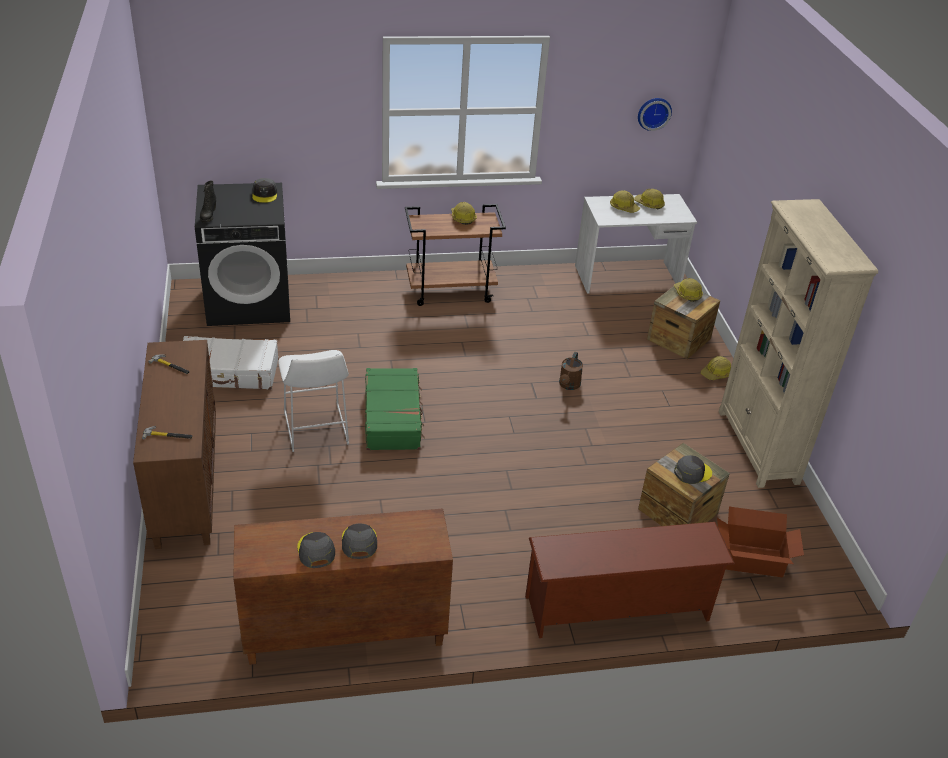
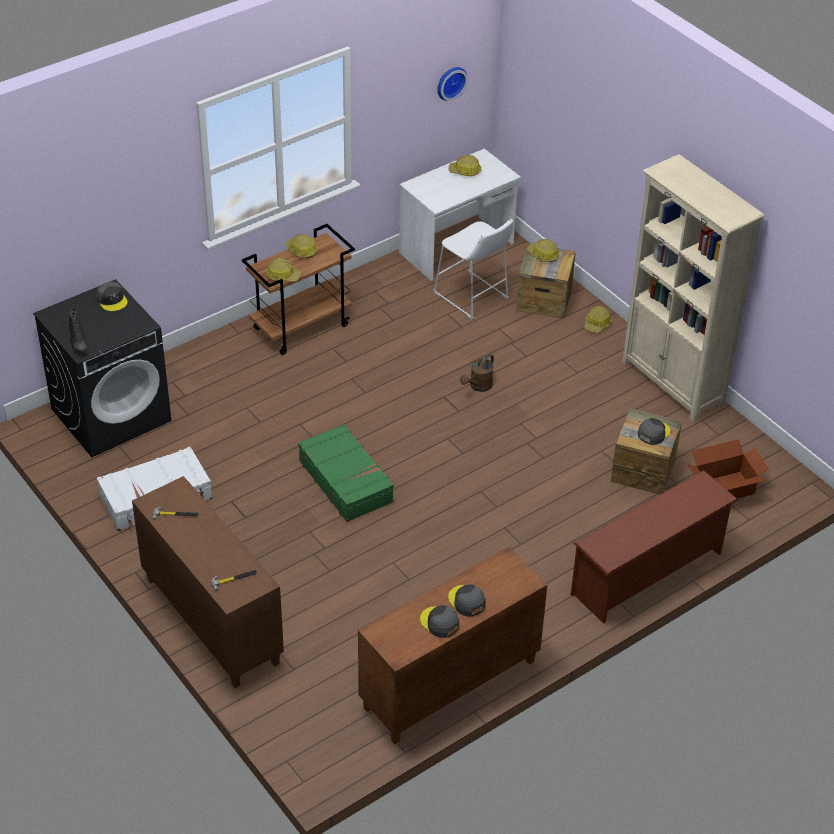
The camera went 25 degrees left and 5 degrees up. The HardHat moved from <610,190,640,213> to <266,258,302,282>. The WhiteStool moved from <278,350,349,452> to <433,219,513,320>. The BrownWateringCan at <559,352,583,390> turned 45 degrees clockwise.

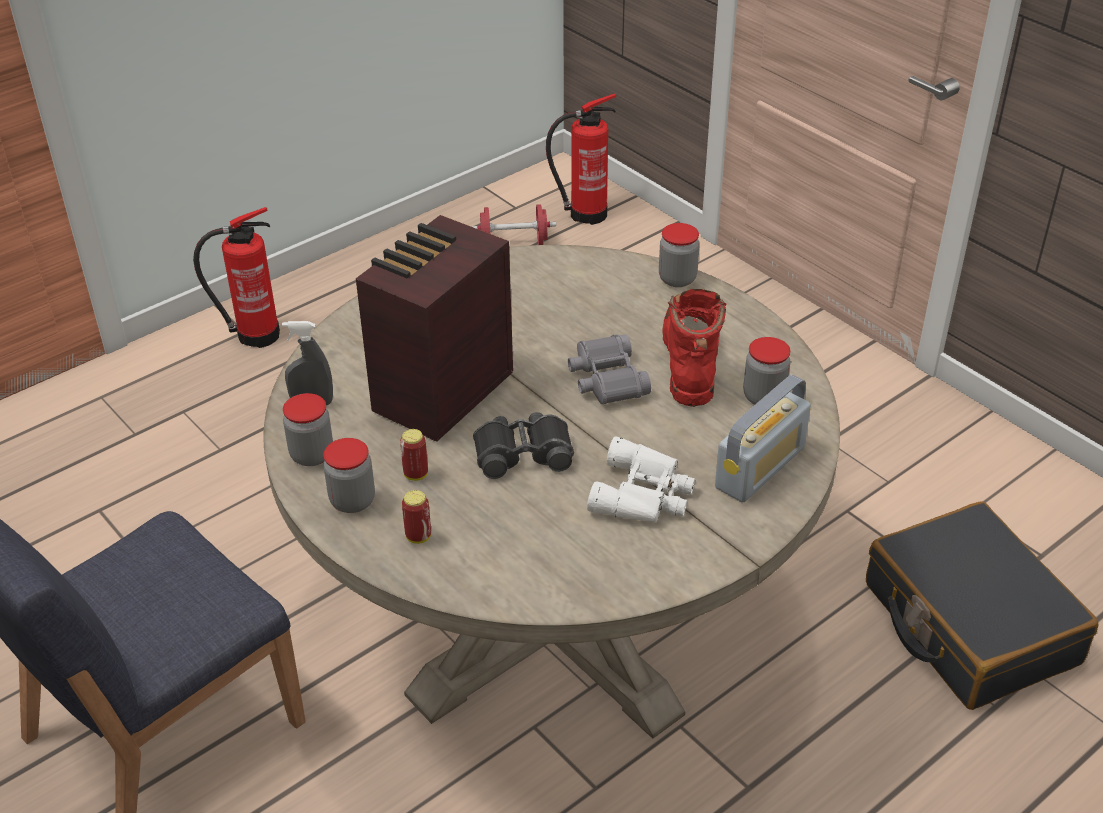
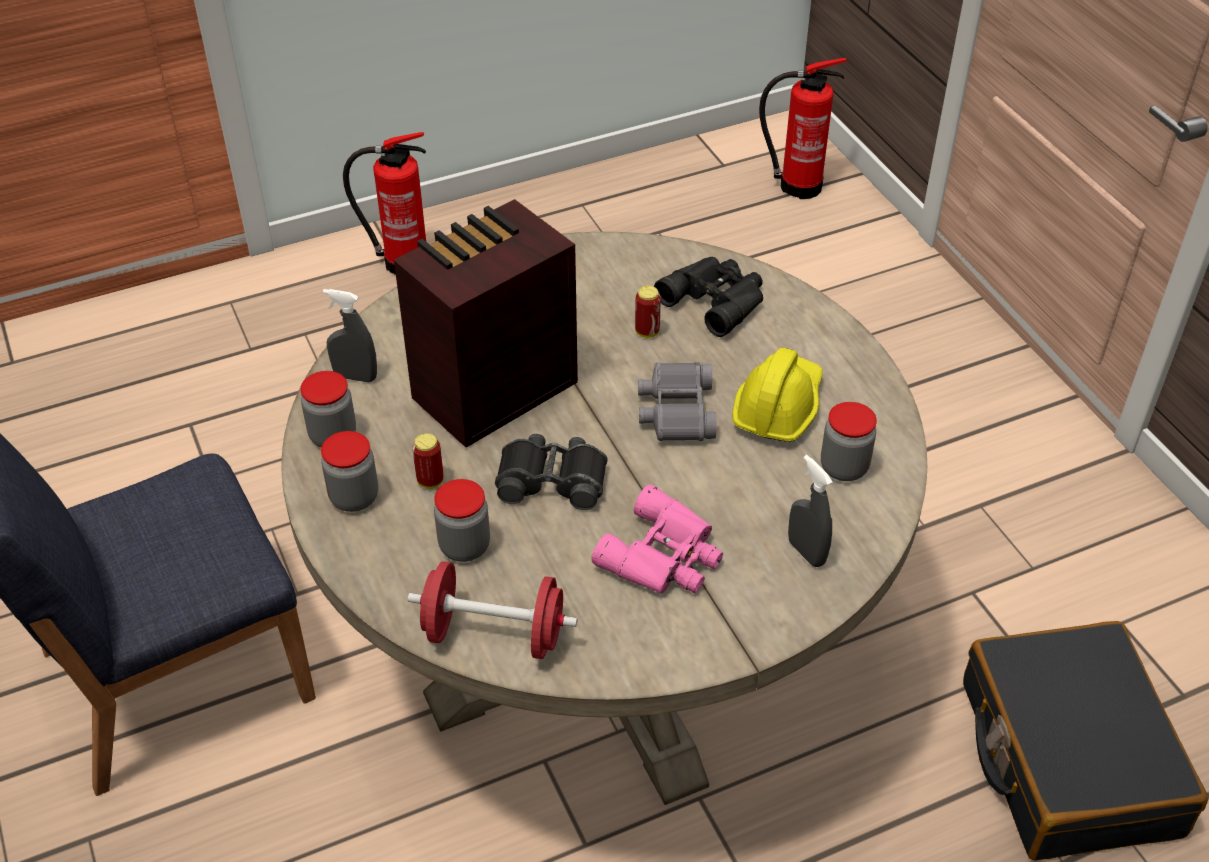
The camera went 15 degrees right and 5 degrees up. The RedDumbbell moved from <471,204,556,245> to <408,561,578,659>. The Jar moved from <659,223,700,287> to <434,479,490,562>. The RedBoot at <662,289,727,407> was replaced by the YellowHardHat at <732,348,823,442>. The Radio at <715,375,811,502> was replaced by the GreySprayBottle at <788,455,833,567>. The WhiteBinoculars at <587,436,695,522> became the PinkBinoculars at <591,484,723,594>. The Can moved from <402,490,431,544> to <635,286,661,338>. The BlackBinoculars at <654,256,763,337> appeared.

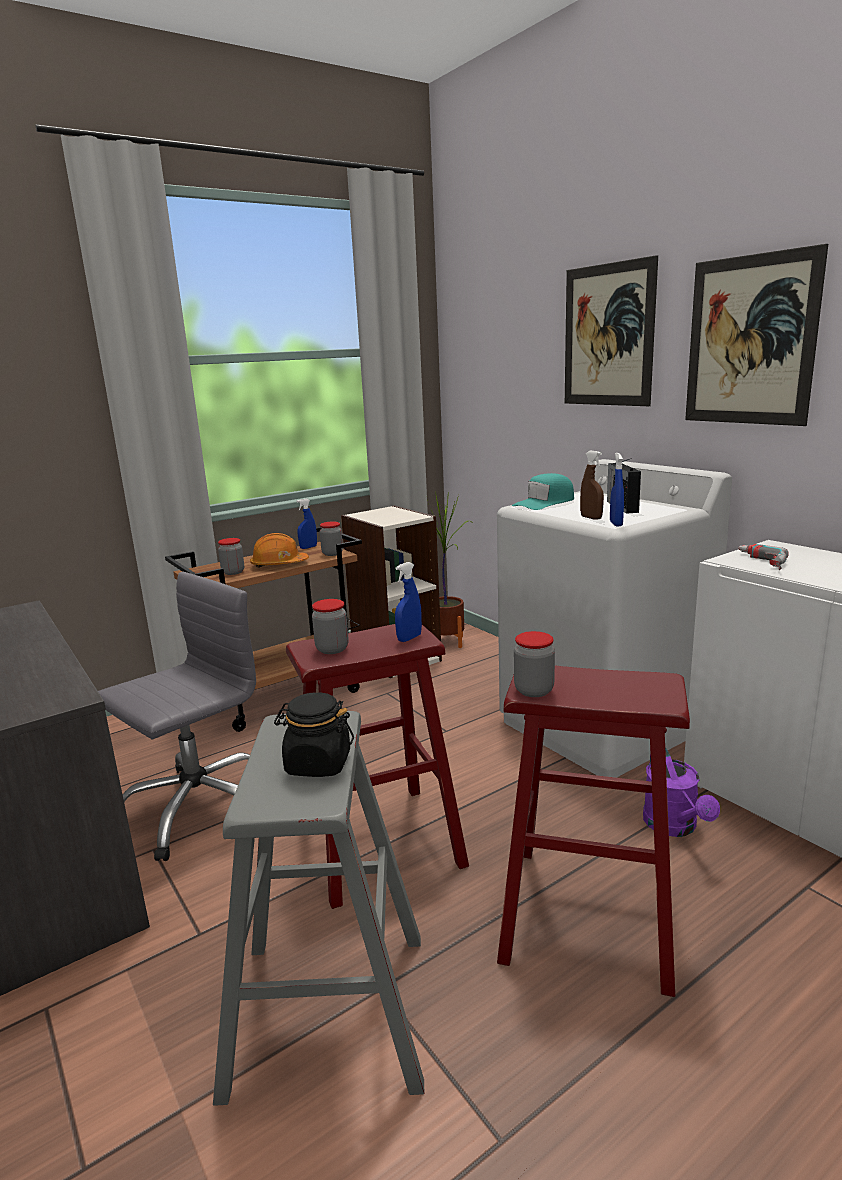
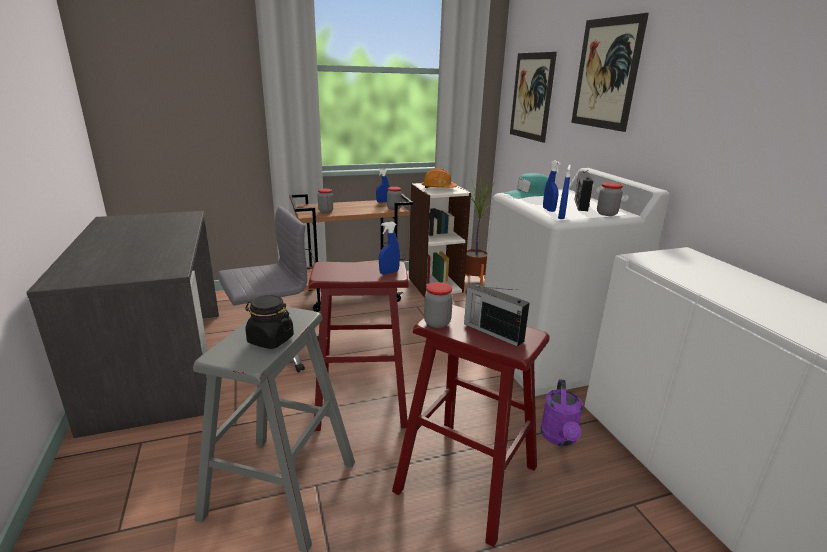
The camera went 15 degrees right and 5 degrees up. The Picture moved from <685,244,828,426> to <510,52,557,143>. The BrownSprayBottle at <580,451,604,520> became the BlueSprayBottle at <543,160,561,212>. The OrangeHardHat moved from <250,533,309,568> to <422,168,457,188>. The PowerDrill at <738,544,789,570> disappeared. The Jar moved from <312,599,349,654> to <597,182,623,216>. The Radio at <464,283,530,347> appeared.

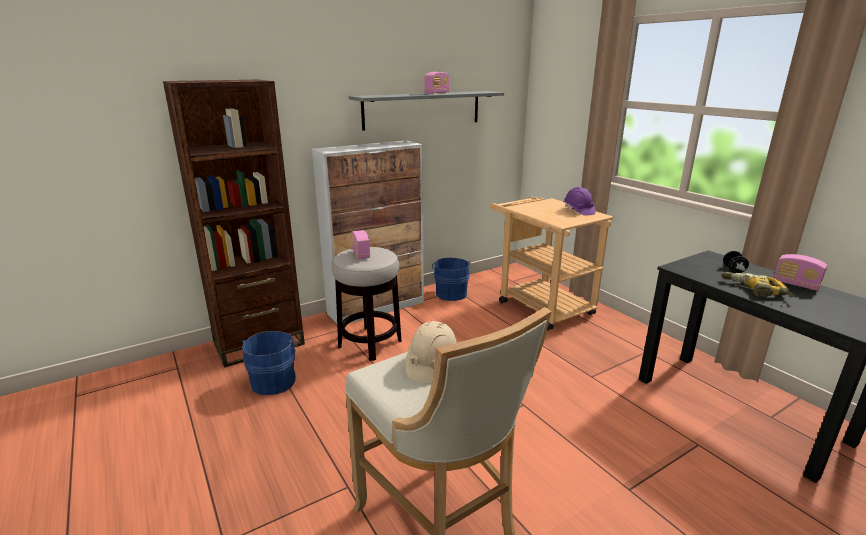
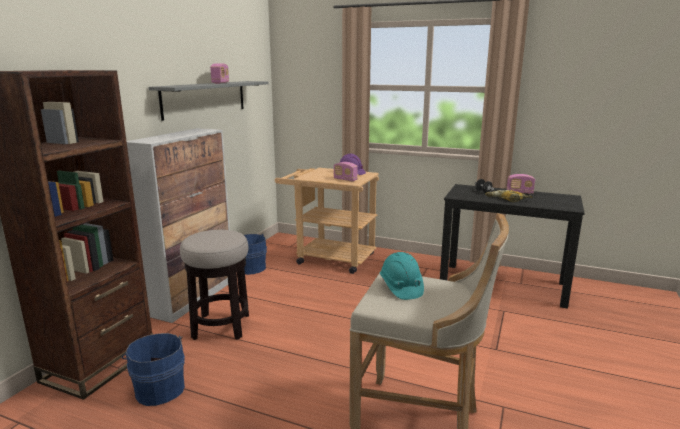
The camera went 35 degrees left and 5 degrees down. The Radio moved from <351,230,370,259> to <334,162,358,182>. The BeigeHardHat at <406,321,457,384> became the TurquoiseHardHat at <380,252,424,300>.

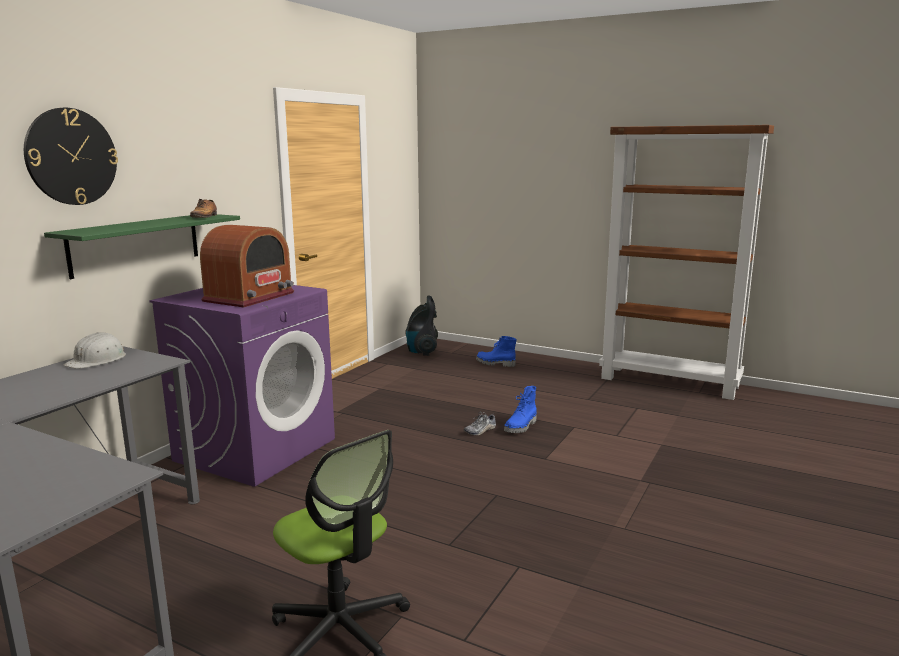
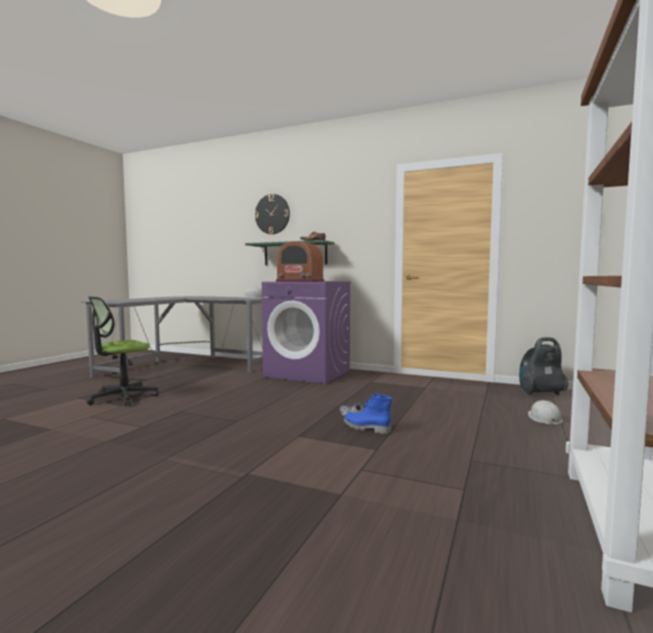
The camera went 85 degrees right and 10 degrees down. The BlueBoot at <476,336,517,367> was replaced by the WhiteHardHat at <528,400,563,426>.

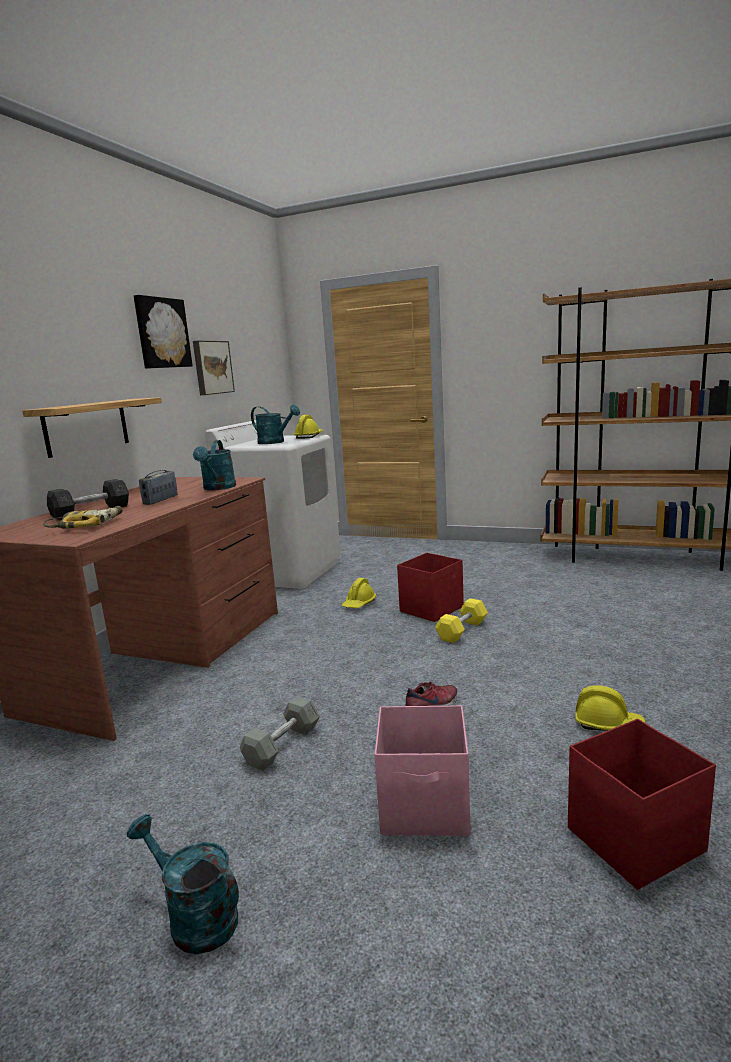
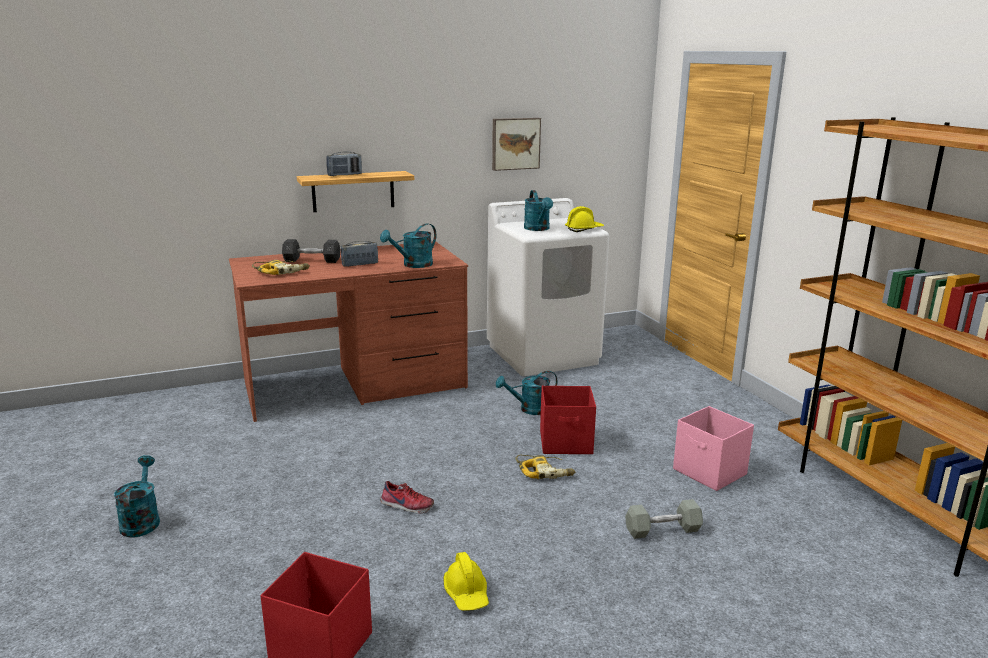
The camera went 45 degrees right and 5 degrees up. The Picture at <134,295,193,369> disappeared. The YellowHardHat at <342,578,376,608> was replaced by the TurquoiseWateringCan at <496,371,558,415>. The YellowDumbbell at <435,598,488,643> was replaced by the PowerDrill at <515,455,575,479>. The GreyDumbbell moved from <239,696,320,771> to <625,499,703,539>. The PinkStorageBox moved from <374,705,471,836> to <673,406,754,491>. The Radio at <327,152,362,176> appeared.

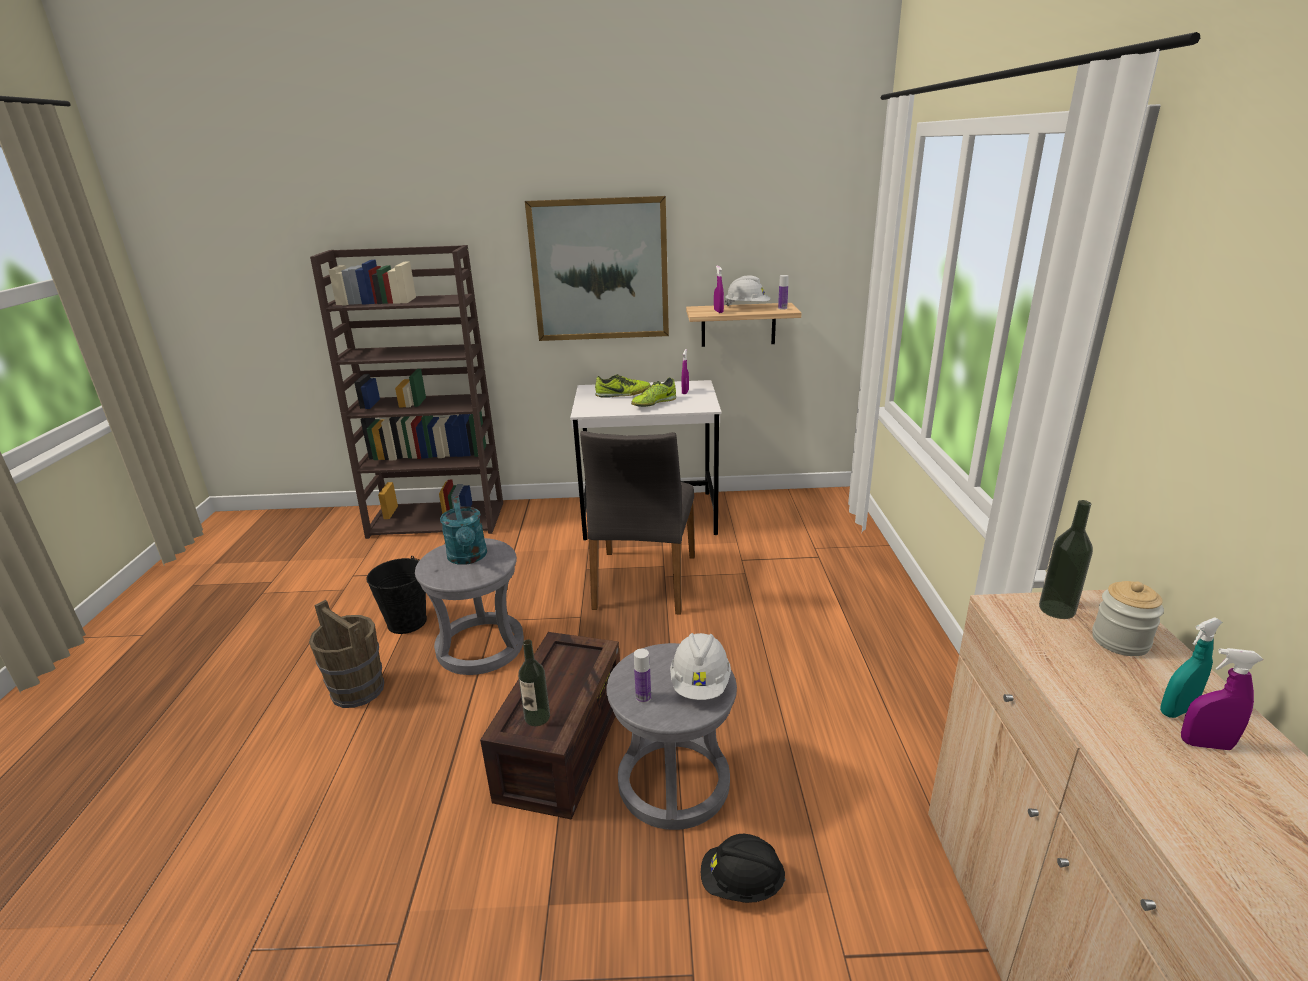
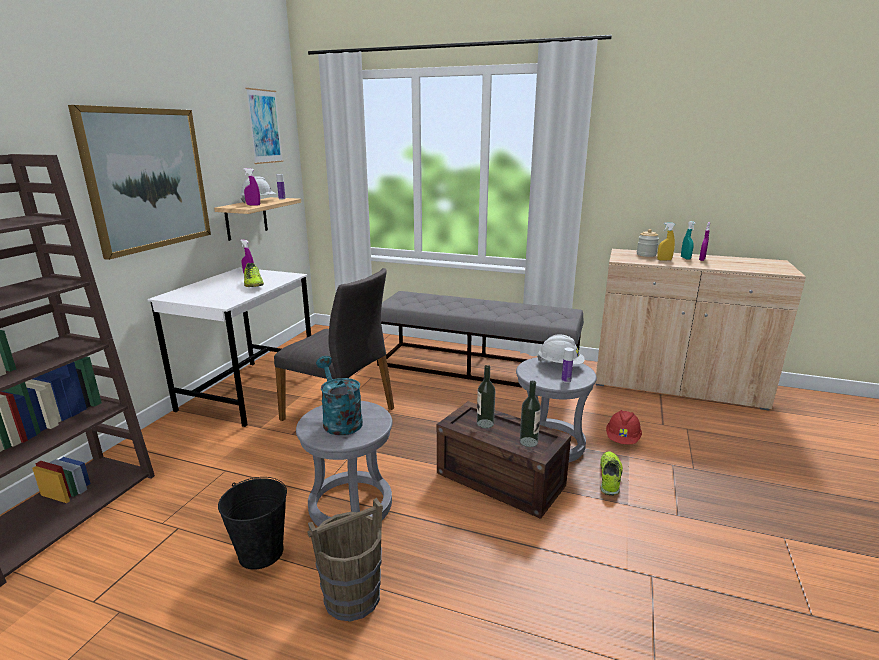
The camera went 70 degrees left and 5 degrees down. The Shoe moved from <595,374,651,398> to <600,451,623,496>. The TurquoiseWateringCan at <440,496,487,565> turned 120 degrees counterclockwise. The Bottle moved from <1039,500,1093,619> to <477,365,495,428>. The BlackHardHat at <701,834,786,903> became the RedHardHat at <606,410,642,445>. The Picture at <246,88,283,164> appeared. The YellowSprayBottle at <657,222,675,261> appeared. The GreyBench at <377,291,584,388> appeared.

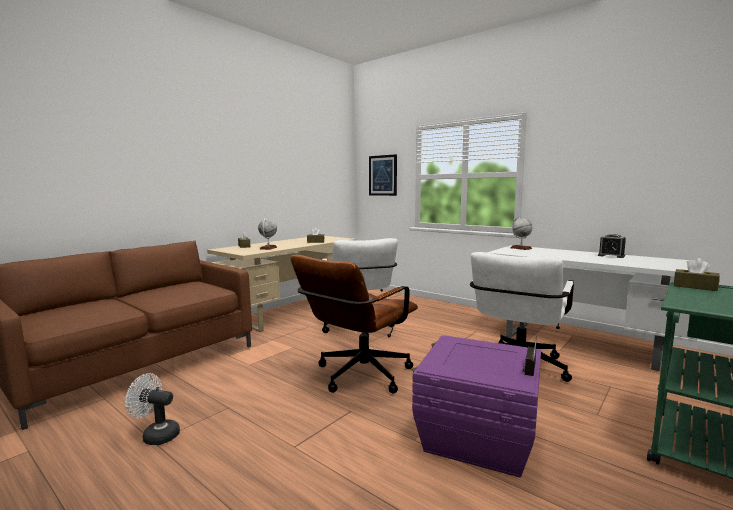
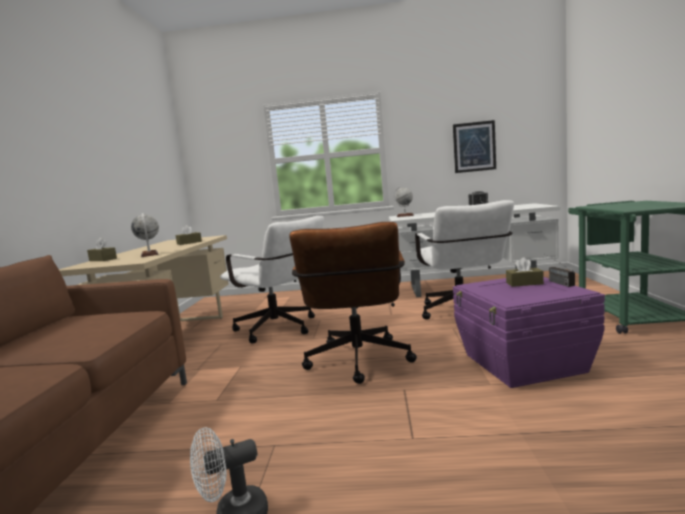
The camera went 35 degrees left and 0 degrees up. The Picture moved from <369,154,397,196> to <453,120,496,173>. The BrownTissueBox moved from <674,258,720,291> to <506,257,544,287>.

